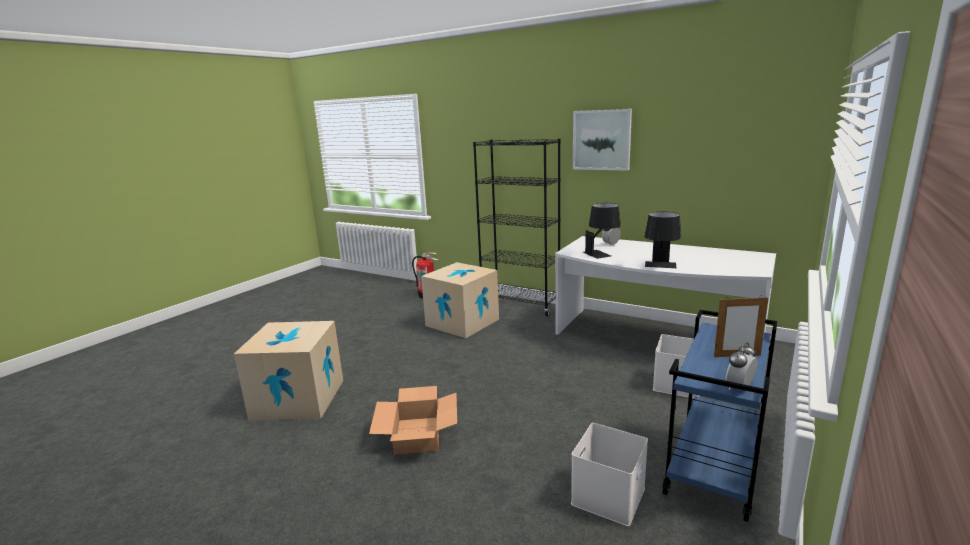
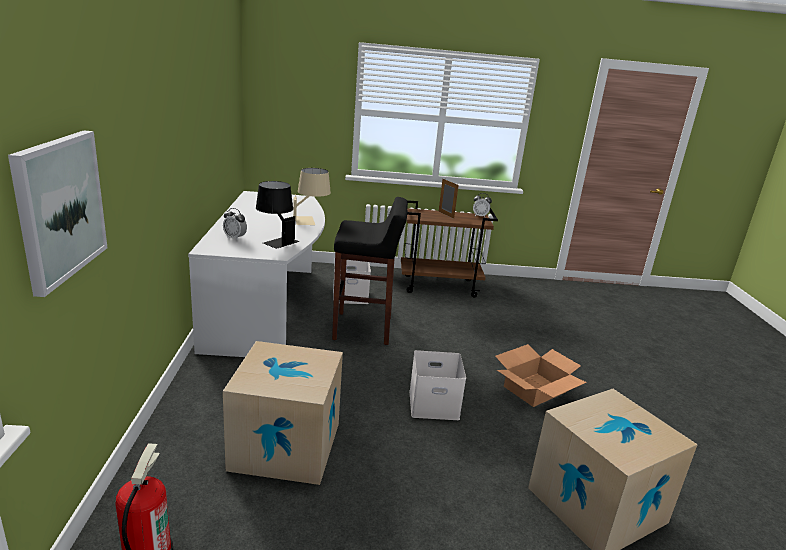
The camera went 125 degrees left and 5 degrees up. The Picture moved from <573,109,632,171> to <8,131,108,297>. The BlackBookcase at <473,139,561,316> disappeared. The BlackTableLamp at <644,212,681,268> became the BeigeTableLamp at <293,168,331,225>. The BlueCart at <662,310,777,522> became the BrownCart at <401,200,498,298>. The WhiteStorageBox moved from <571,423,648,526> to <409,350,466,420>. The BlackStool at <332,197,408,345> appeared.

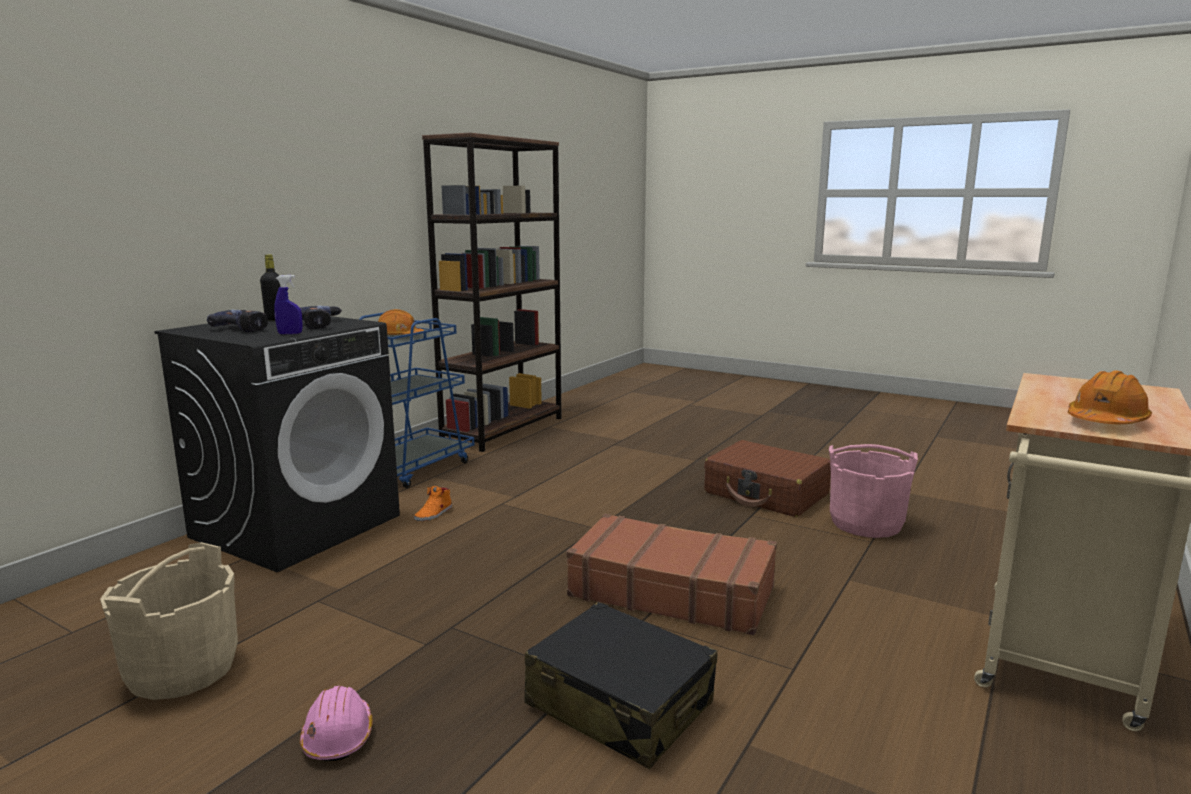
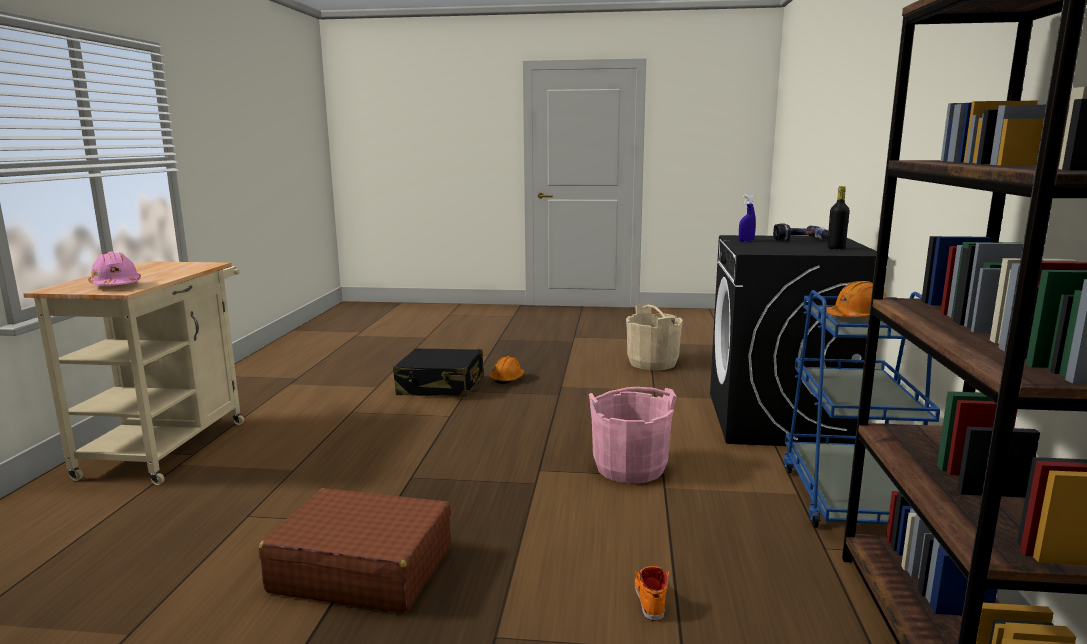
The camera went 155 degrees right and 0 degrees up. The PowerDrill at <300,306,342,329> disappeared. The OrangeHardHat moved from <1068,371,1152,424> to <490,356,524,384>. The PinkBucket moved from <829,444,918,538> to <589,387,677,483>. The OrangeShoe moved from <414,486,452,521> to <635,566,669,621>. The BrownSuitcase at <566,514,777,636> disappeared. The PinkHardHat moved from <300,686,373,761> to <88,251,141,286>.

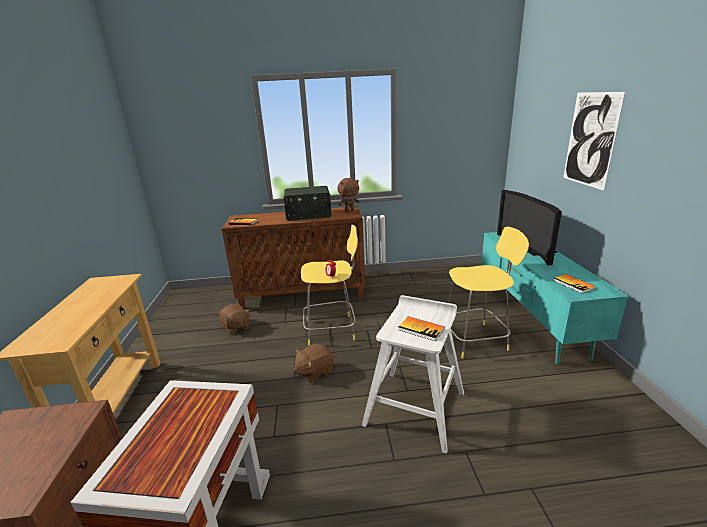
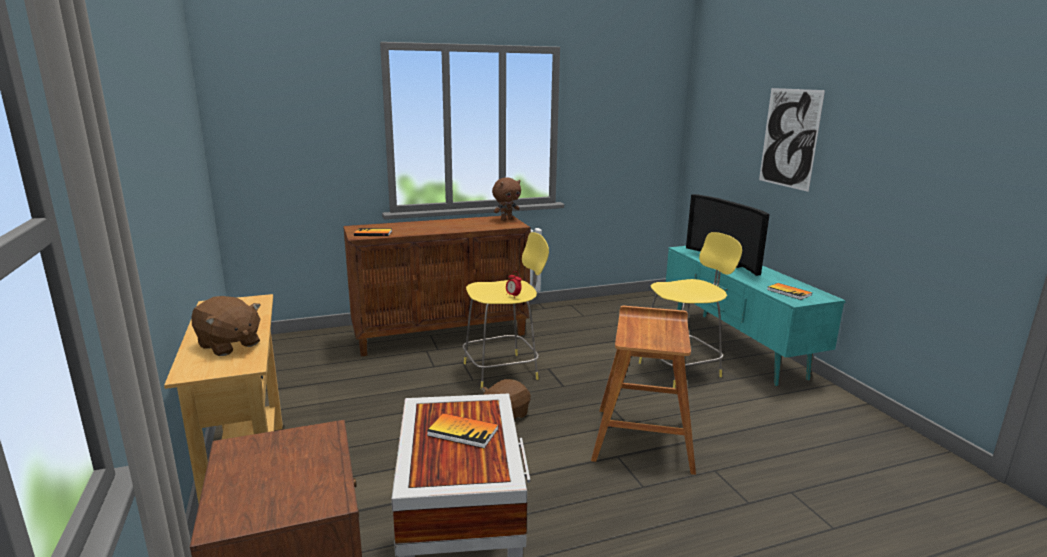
The camera went 15 degrees left and 5 degrees down. The Radio at <284,186,332,221> disappeared. The WhiteStool at <362,295,464,454> became the BrownStool at <591,306,696,475>. The BrownPlushToy moved from <219,304,250,335> to <192,296,261,356>. The Book moved from <398,316,445,341> to <427,413,499,448>.

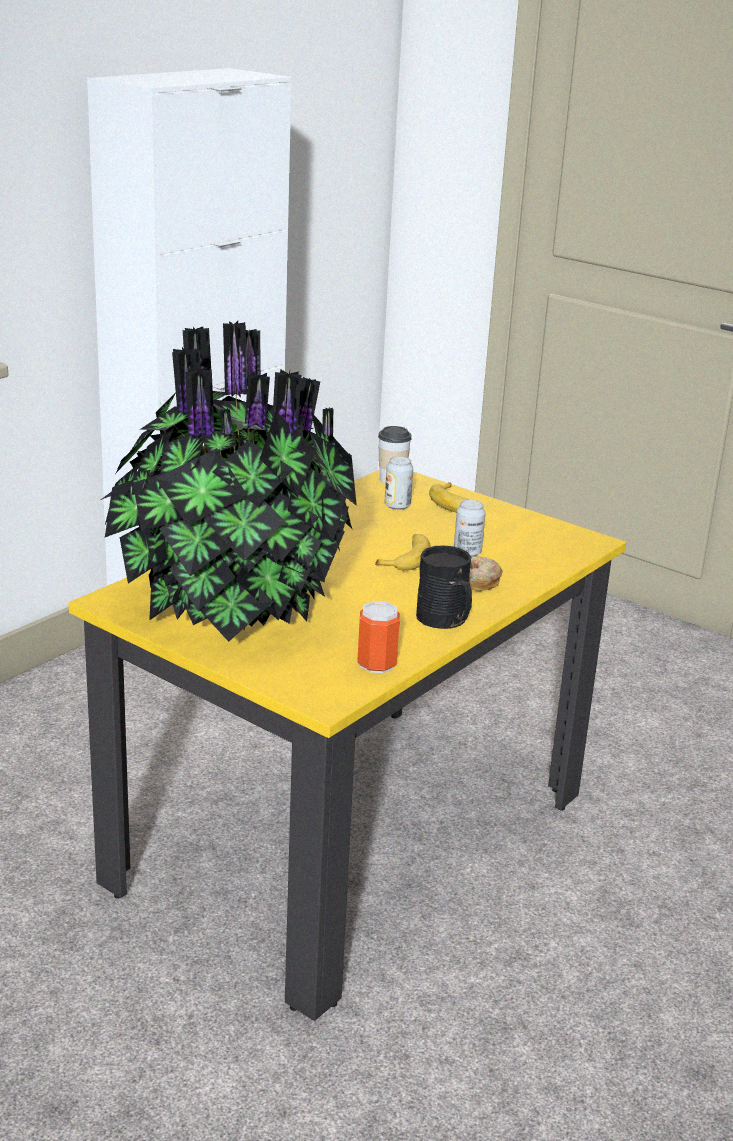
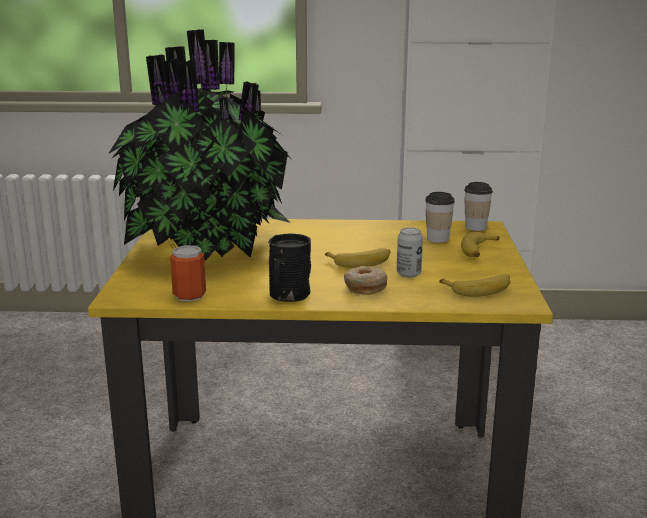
The camera went 55 degrees right and 5 degrees down. The Can at <385,457,413,510> was replaced by the Cup at <425,192,455,243>. The Banana at <439,274,510,297> appeared.

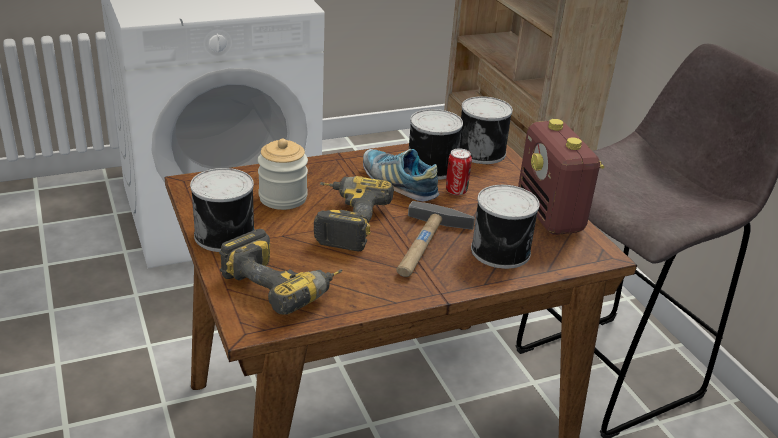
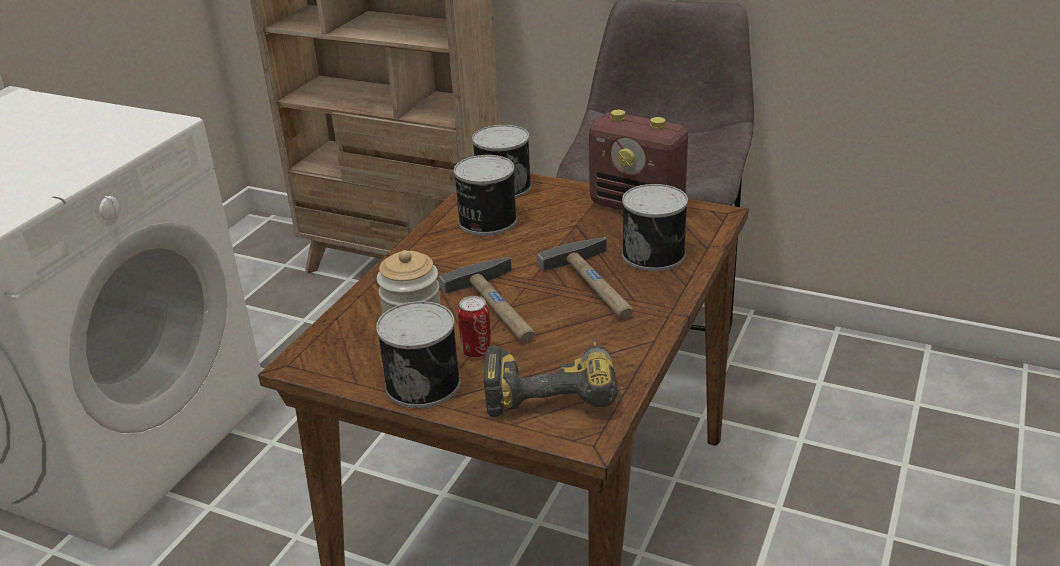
The camera went 40 degrees left and 0 degrees up. The Can moved from <446,148,472,195> to <458,296,491,358>. The Shoe at <363,149,439,202> disappeared. The PowerDrill at <314,176,394,252> was replaced by the Hammer at <439,257,535,342>.

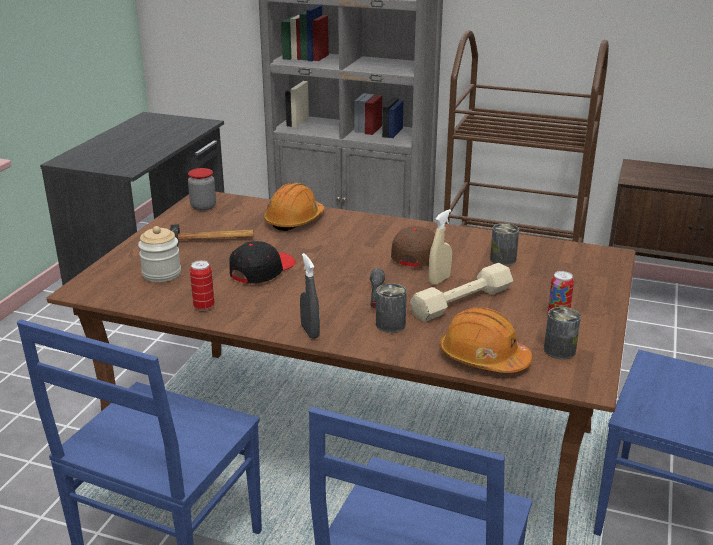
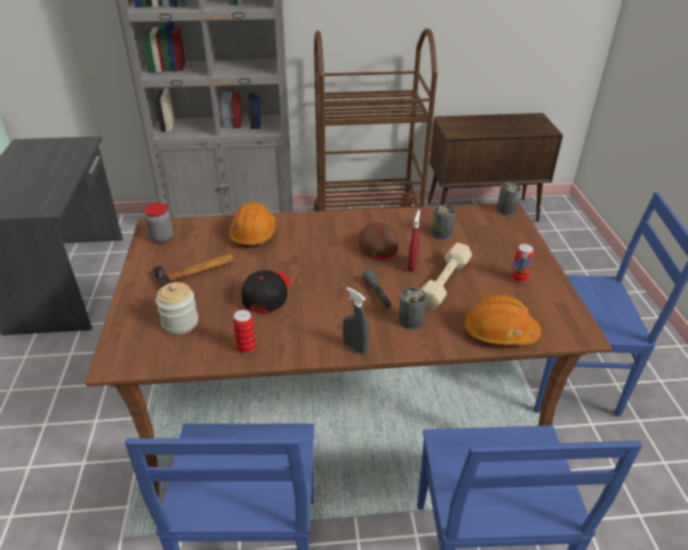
The camera went 25 degrees left and 10 degrees up. The BeigeSprayBottle at <429,209,452,285> became the RedSprayBottle at <407,210,420,272>. The Can moved from <544,307,581,359> to <497,183,521,215>.

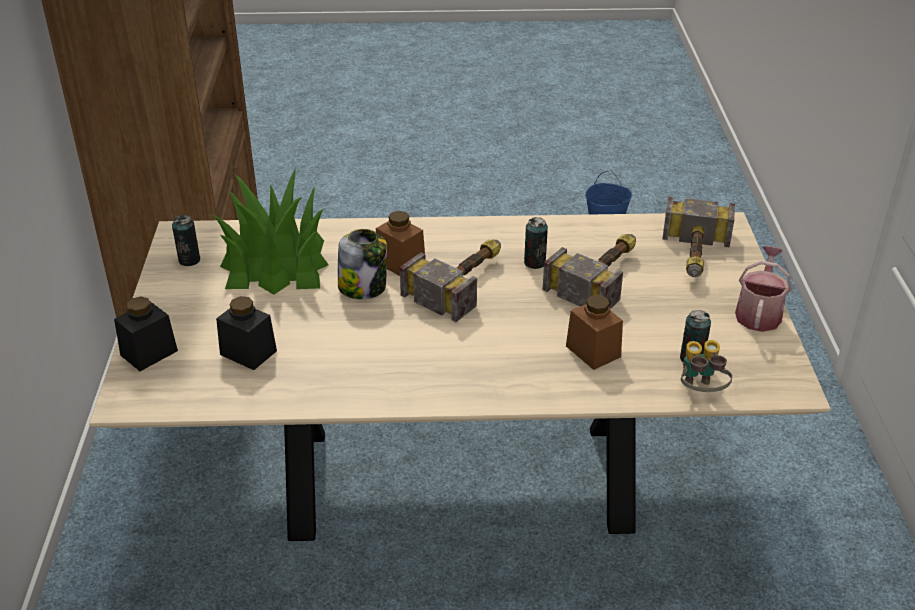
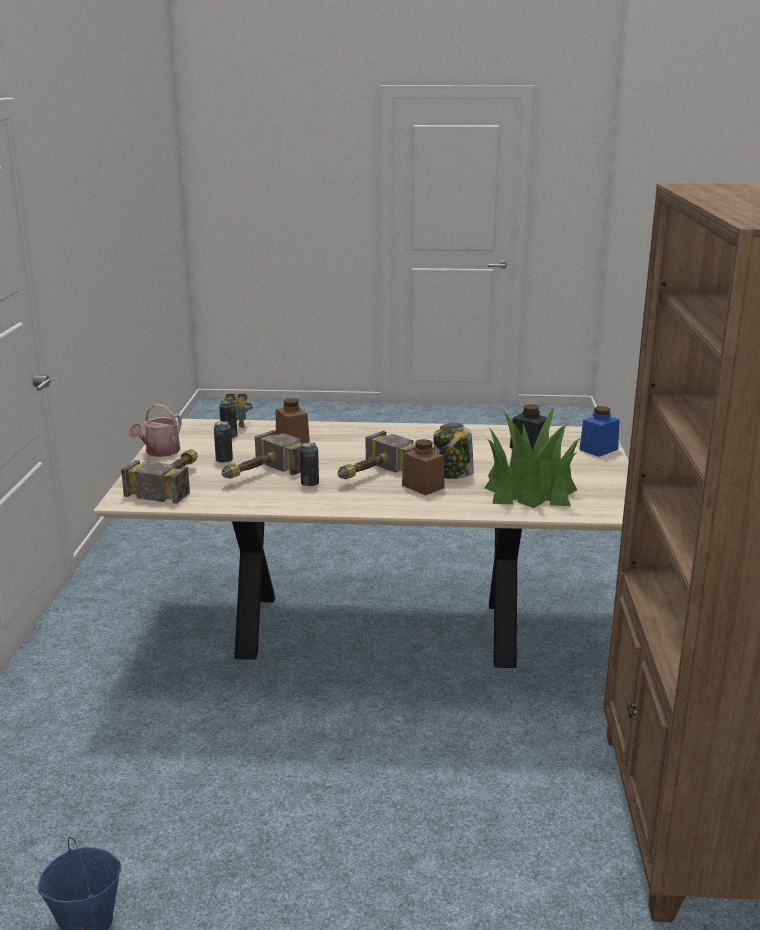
The camera went 175 degrees left and 15 degrees down. The Can moved from <172,215,200,266> to <214,421,233,463>. The BlackJar at <114,296,178,371> became the BlueJar at <579,406,620,457>.

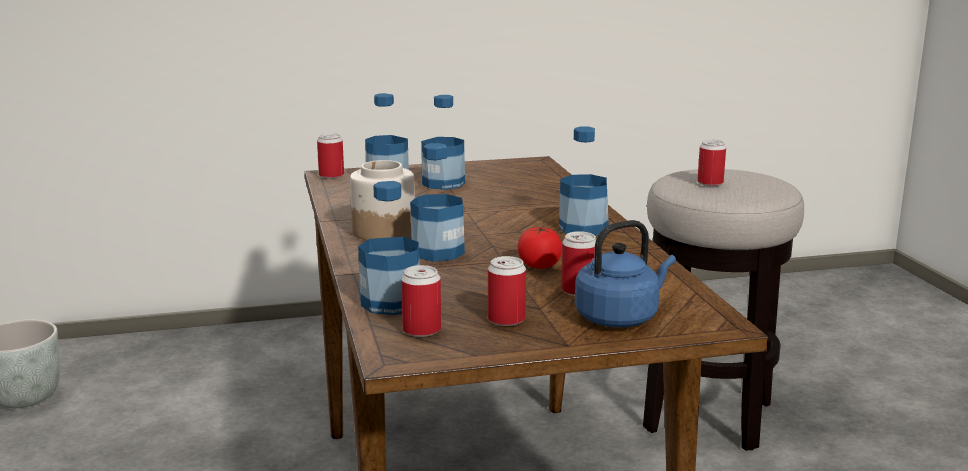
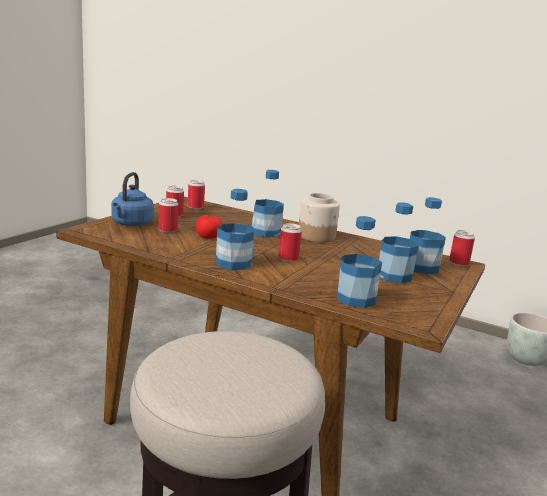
The camera went 130 degrees right and 0 degrees up. The Can moved from <697,140,726,186> to <278,223,302,262>. The Bottle moved from <358,181,420,315> to <337,216,382,308>.

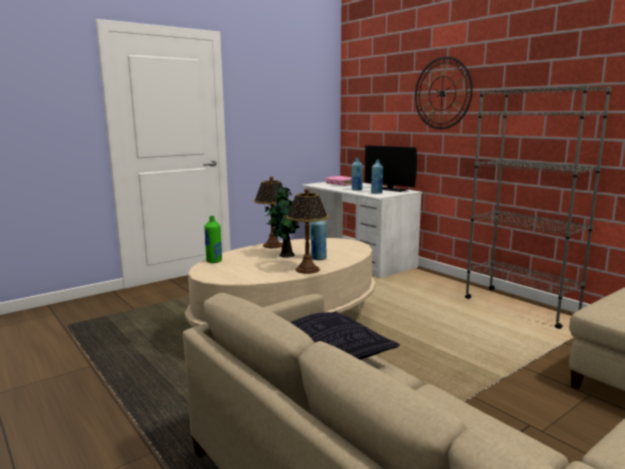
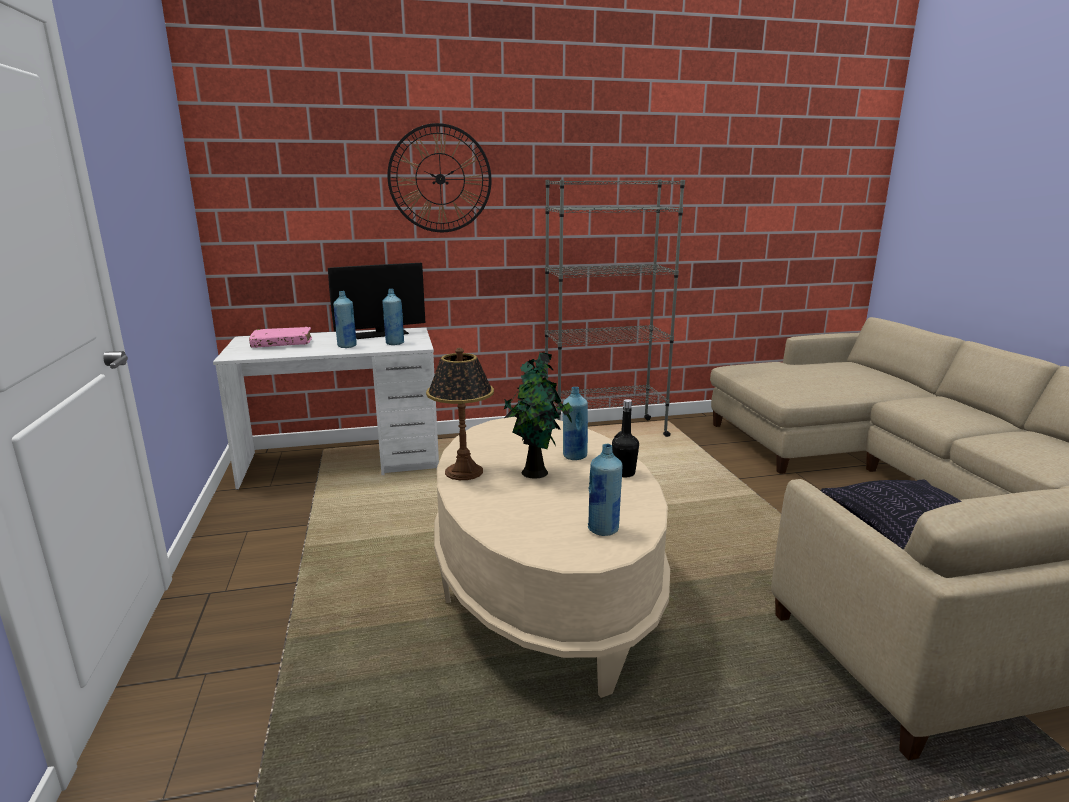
The camera went 65 degrees left and 5 degrees up. The TableLamp at <286,189,329,274> was replaced by the BlackBottle at <612,399,639,477>. The GreenBottle at <204,216,222,263> disappeared. The BlueBottle at <588,444,623,536> appeared.

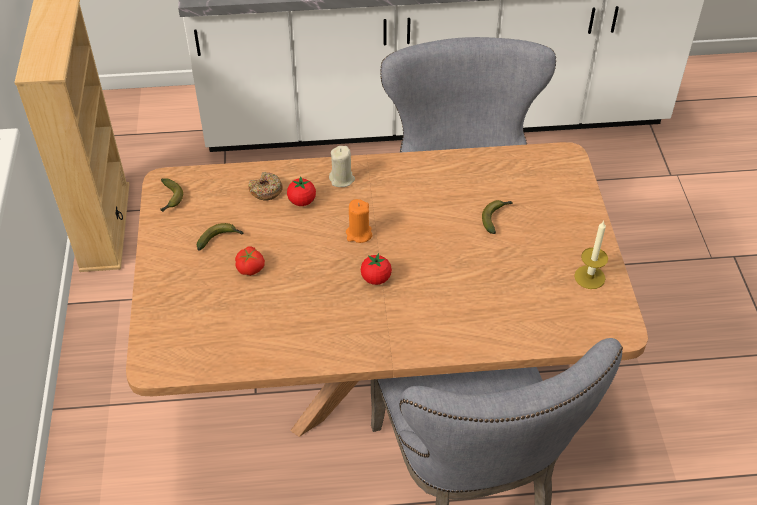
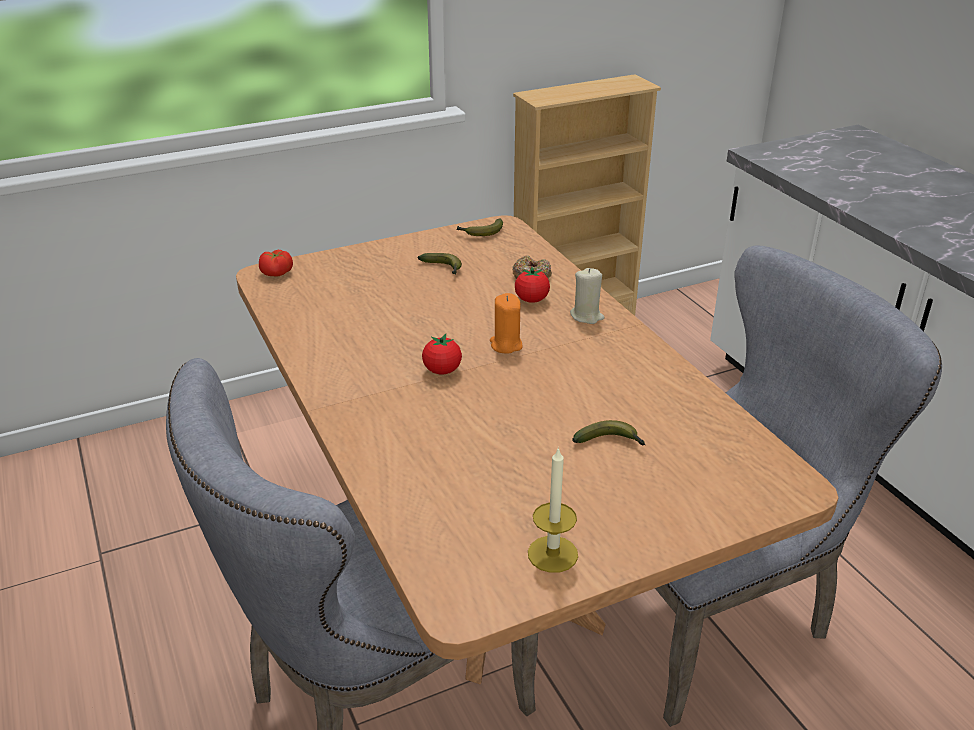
The camera went 70 degrees right and 15 degrees down. The Tomato moved from <235,247,265,276> to <259,250,293,277>.

